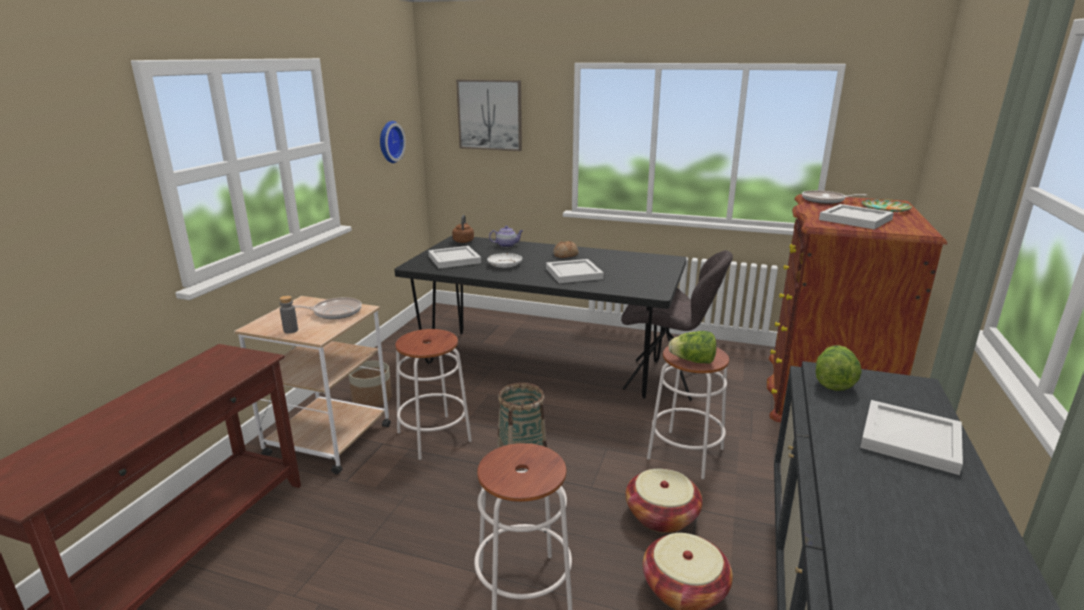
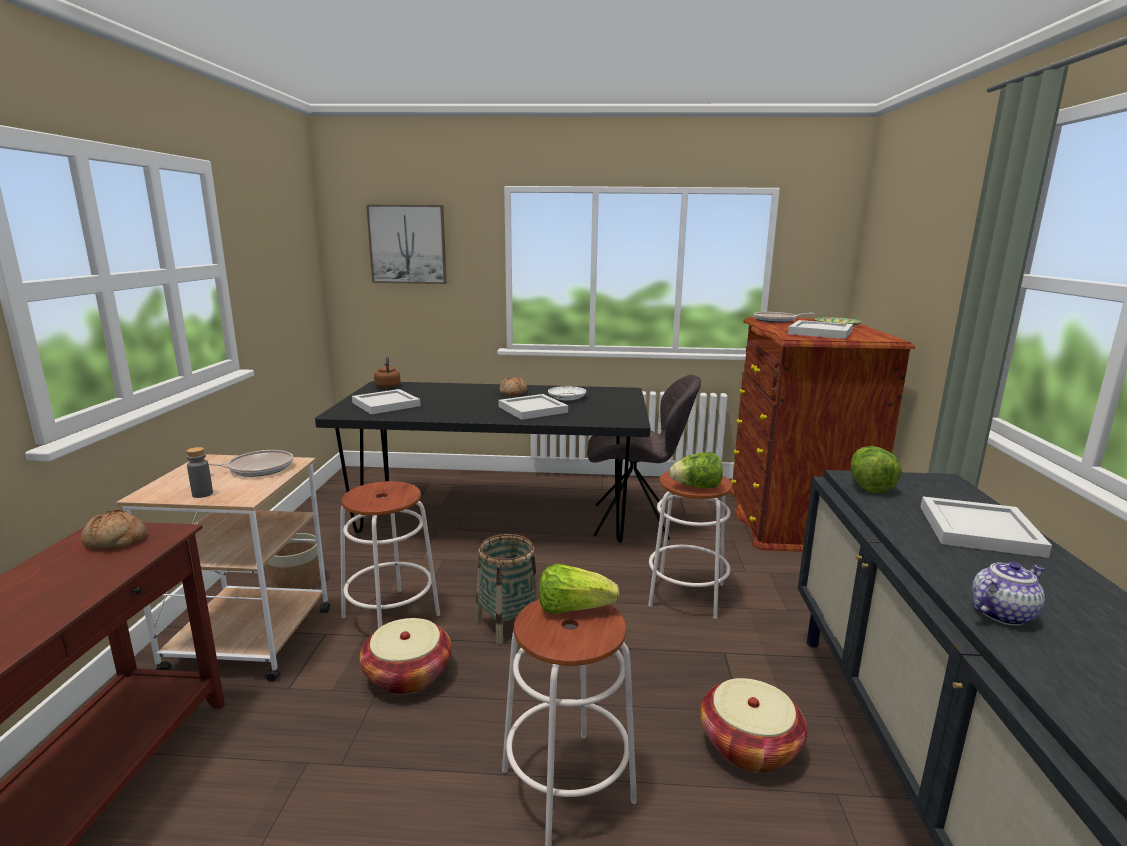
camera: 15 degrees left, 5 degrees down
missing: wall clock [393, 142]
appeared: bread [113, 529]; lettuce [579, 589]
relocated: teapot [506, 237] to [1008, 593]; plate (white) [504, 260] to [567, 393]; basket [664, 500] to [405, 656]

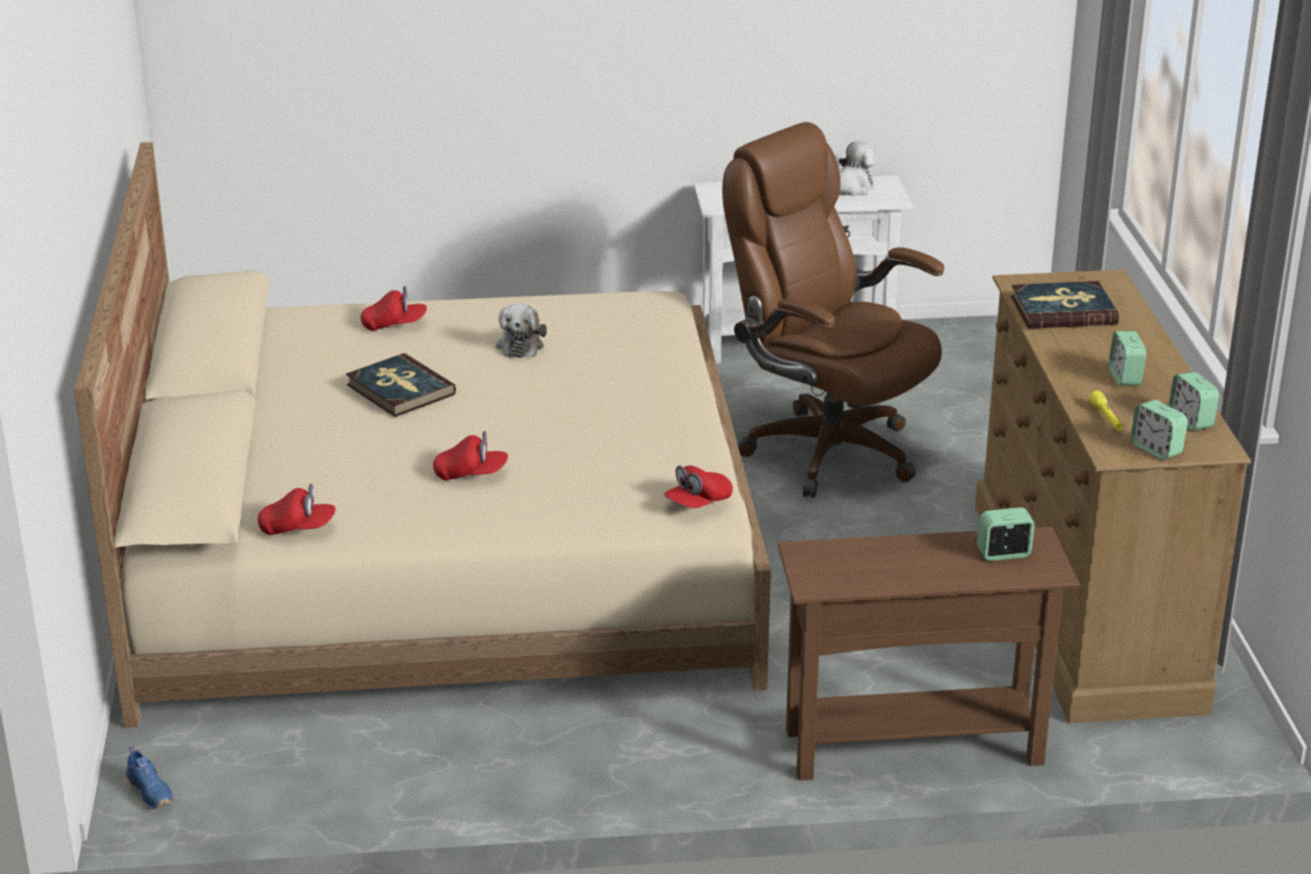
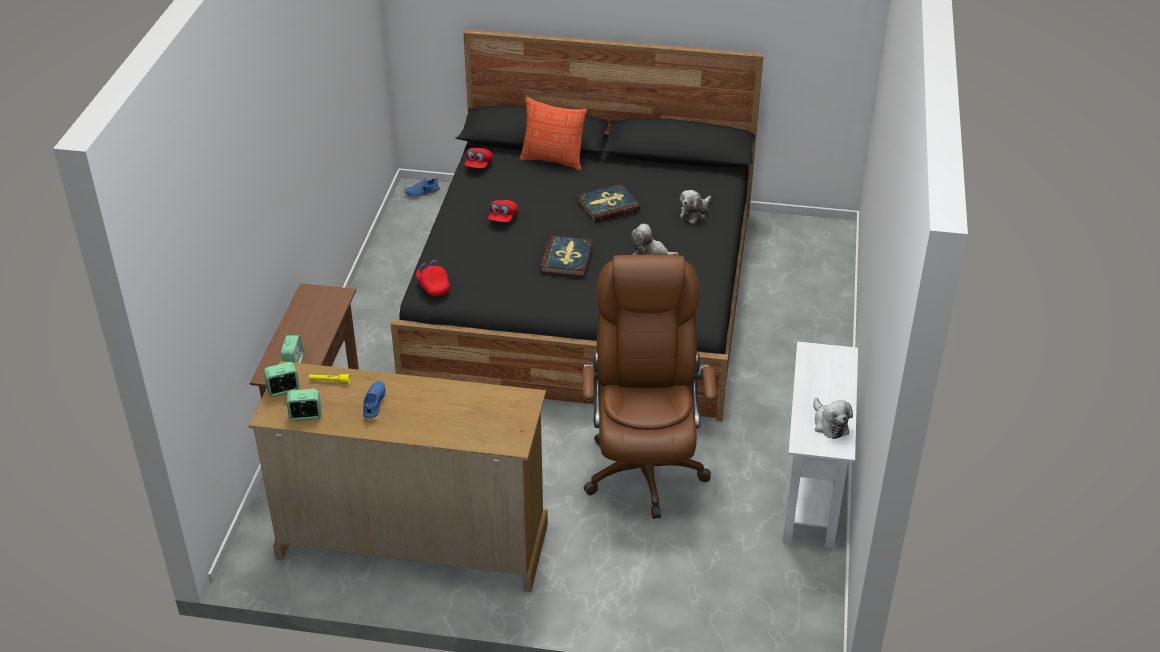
camera: 105 degrees right, 10 degrees up
appeared: pillow (orange) [553, 134]
relocated: book [1065, 305] to [566, 256]
exchanged: cap (red) [393, 308] to plush toy [696, 207]; alarm clock [1127, 358] to shoe (blue) [374, 401]
colour: bed (beige) [422, 435] to bed (black) [577, 226]
spun: office chair (brown) [833, 310] = [649, 387] 60 degrees counterclockwise

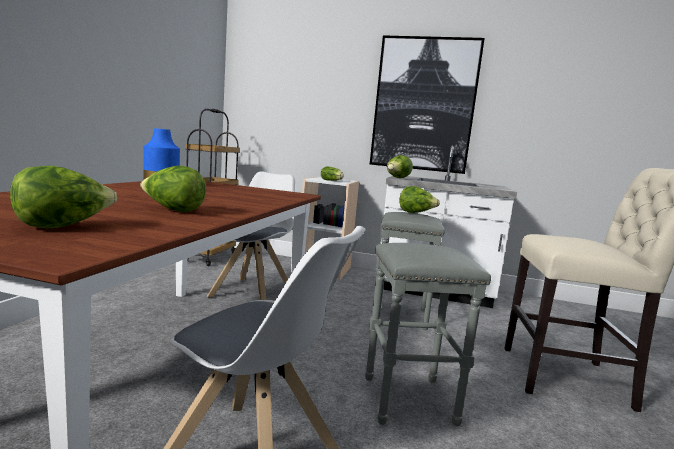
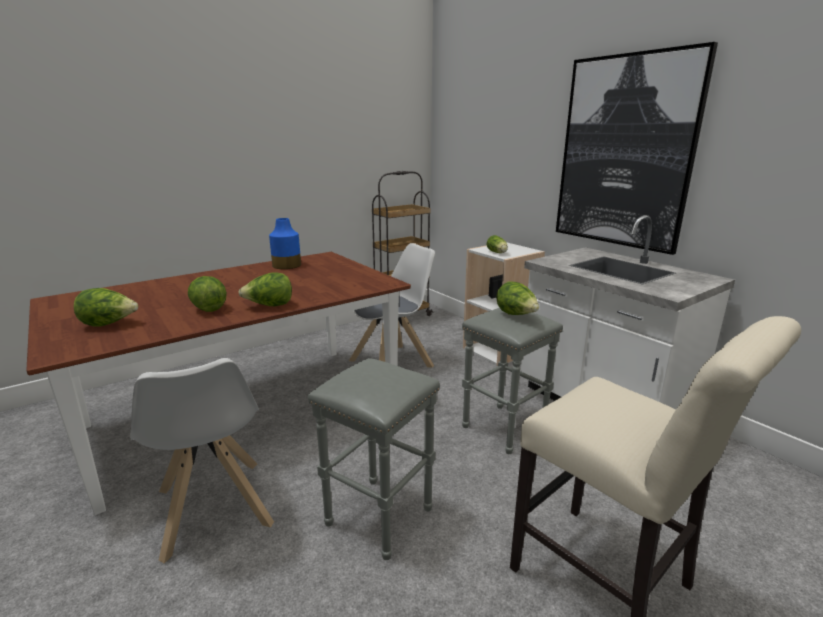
camera: 40 degrees right, 10 degrees up
relocated: lettuce [400, 166] to [265, 289]

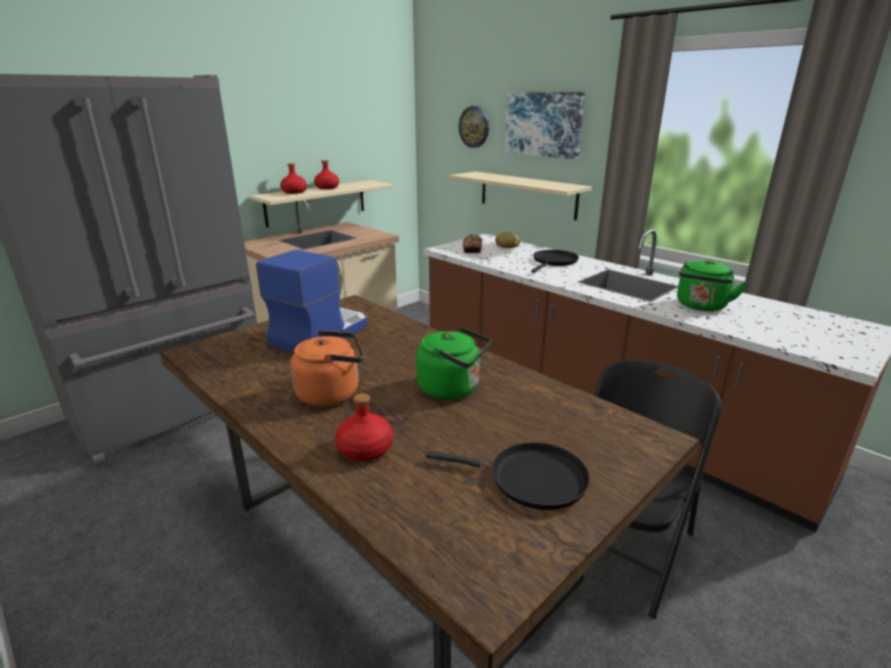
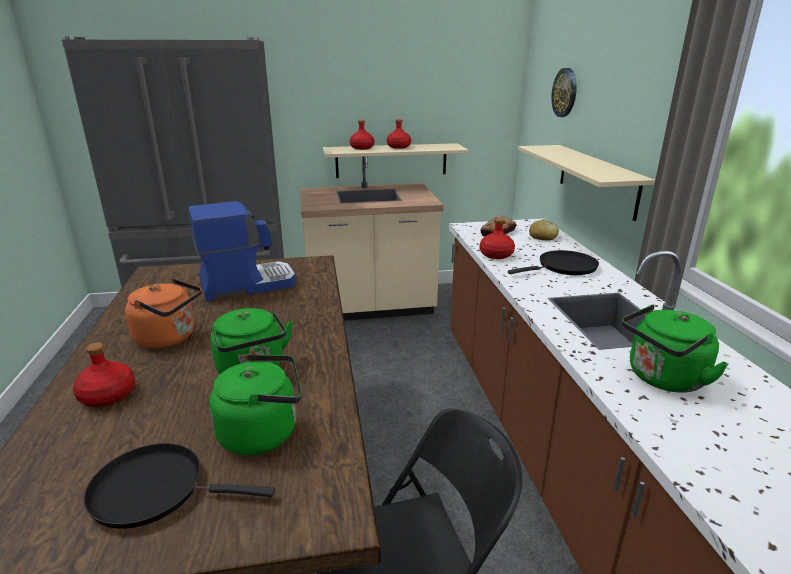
camera: 35 degrees right, 0 degrees up
missing: picture [545, 125]
appeared: bottle (red) [497, 238]; kettle (green) [255, 404]
spun: frying pan (black) [508, 476] = [179, 486] 135 degrees clockwise

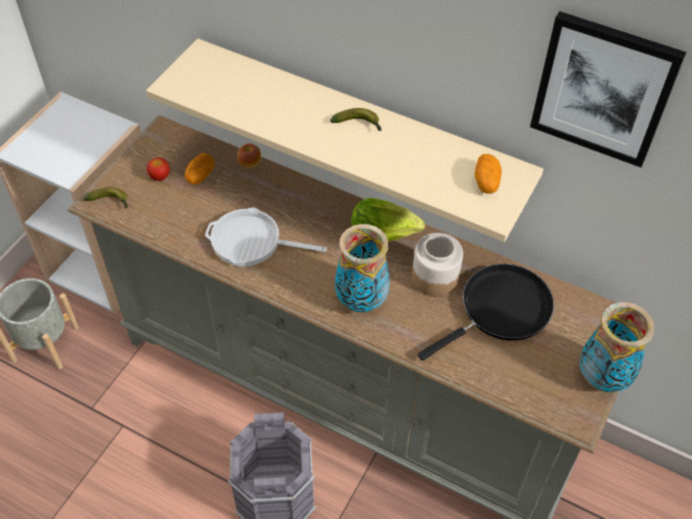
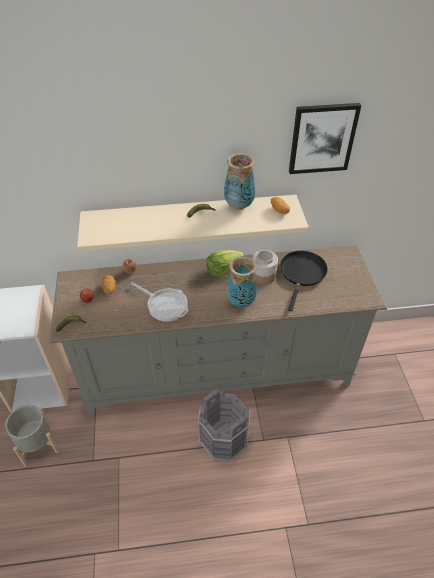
camera: 35 degrees left, 5 degrees down
relocated: vase [616, 347] to [239, 181]
spun: frying pan [266, 237] = [160, 302] 120 degrees counterclockwise

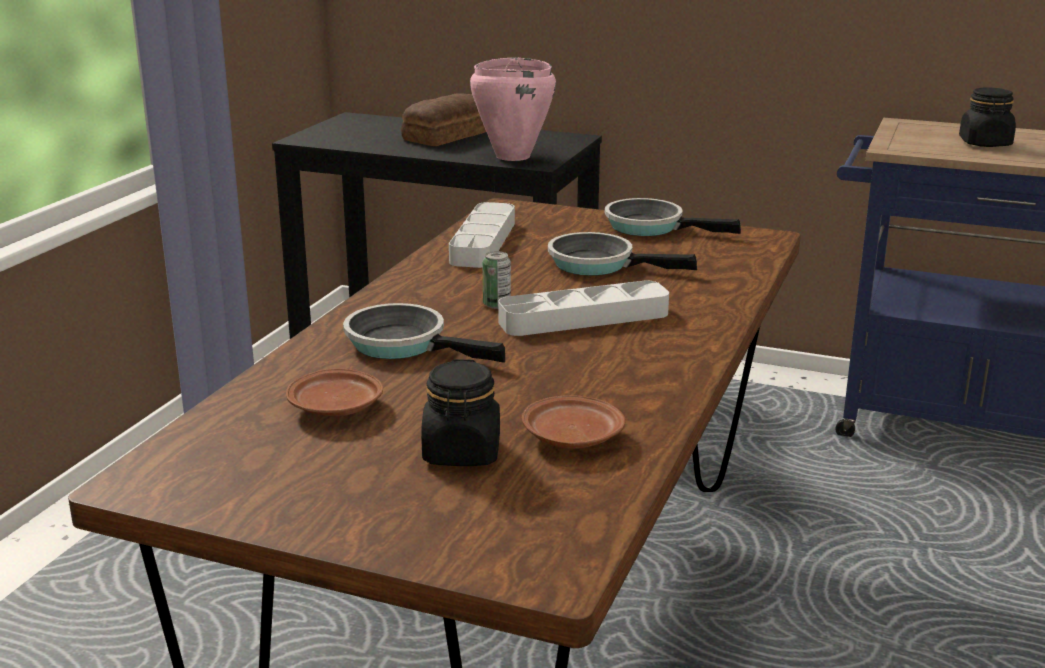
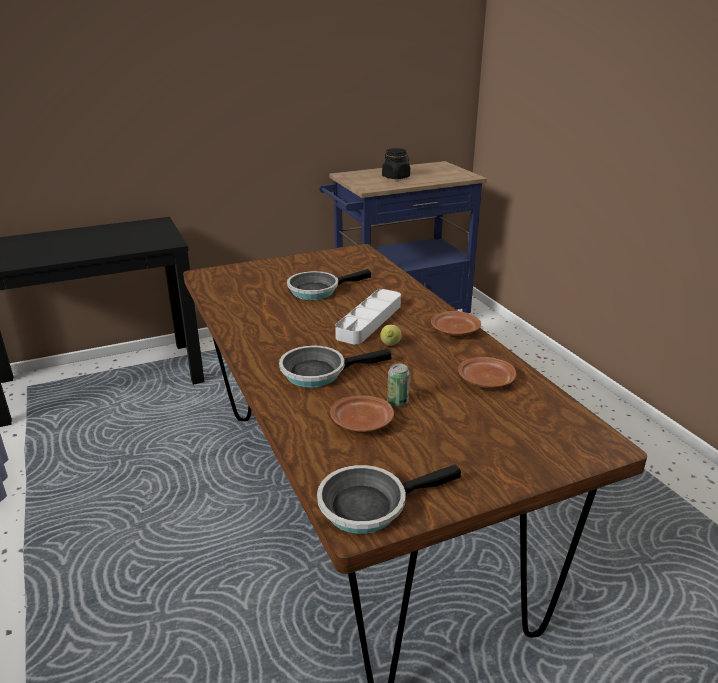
camera: 45 degrees left, 5 degrees up
missing: cooking pot (pink) [513, 109]; bread [443, 119]; tray (grey) [482, 235]; jar (black) [460, 412]
appeared: plate (brown) [456, 323]; lemon [391, 335]
relocated: frying pan [673, 217] to [389, 499]; can [496, 280] to [398, 385]

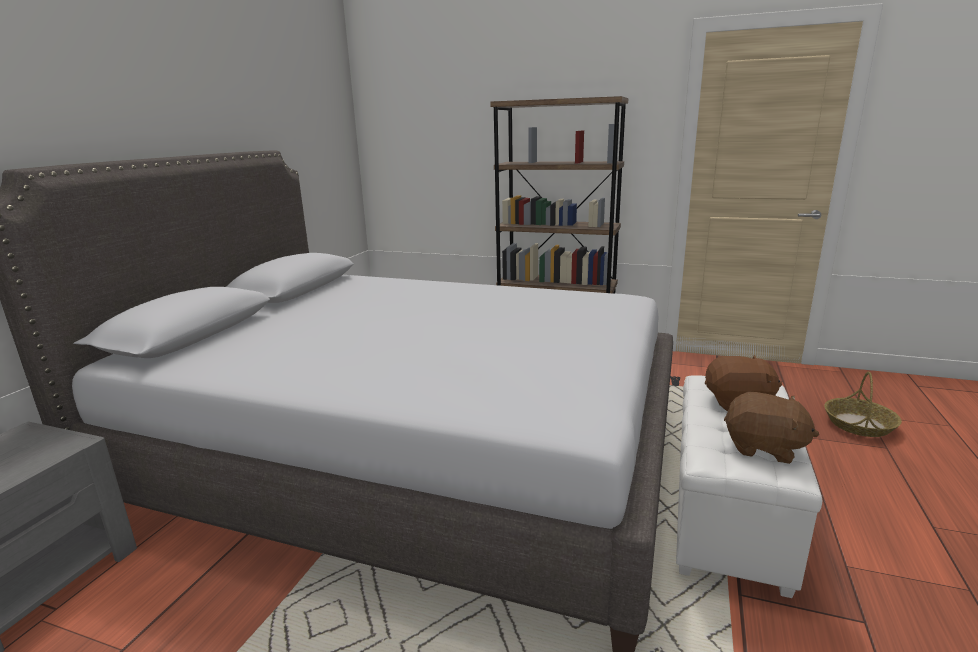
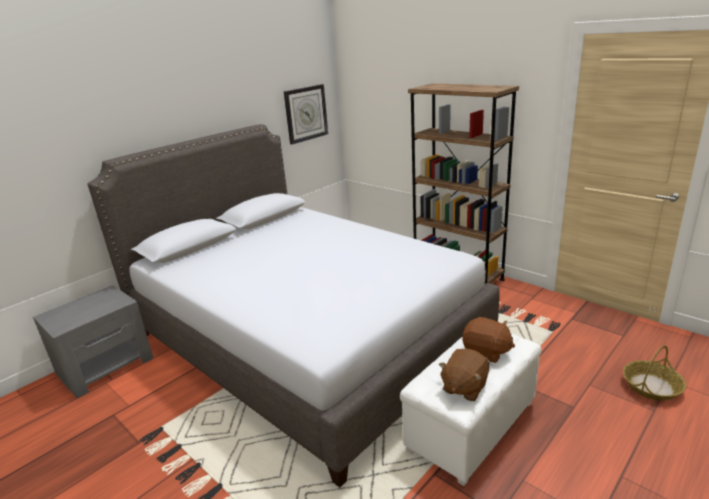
camera: 25 degrees right, 5 degrees up
appeared: wall clock [306, 114]
spun: plush toy (brown) [771, 427] = [464, 375] 75 degrees clockwise

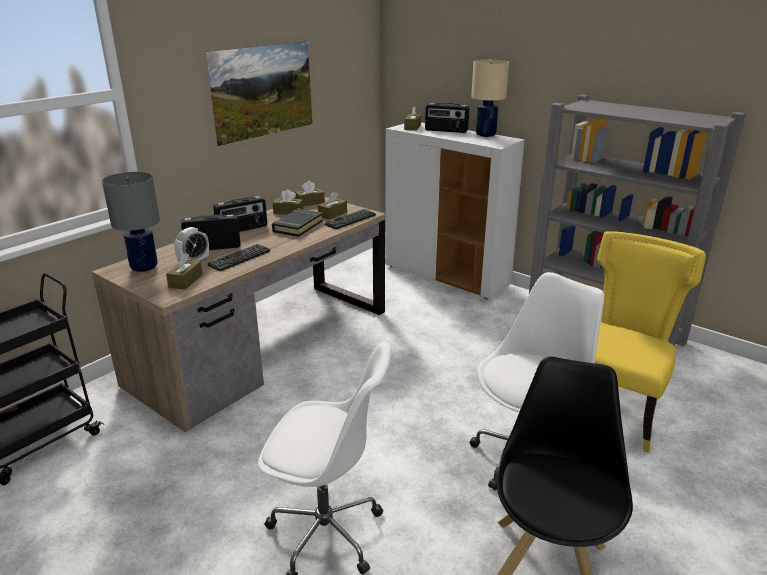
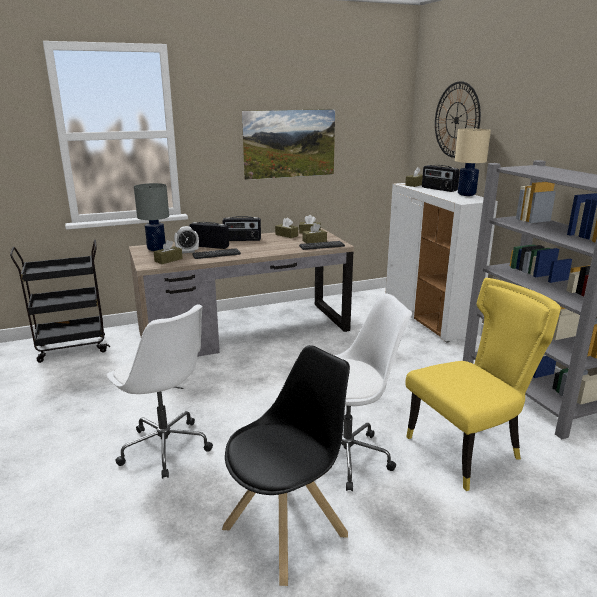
camera: 30 degrees right, 5 degrees down
missing: book (black) [297, 223]
appeared: wall clock [458, 119]

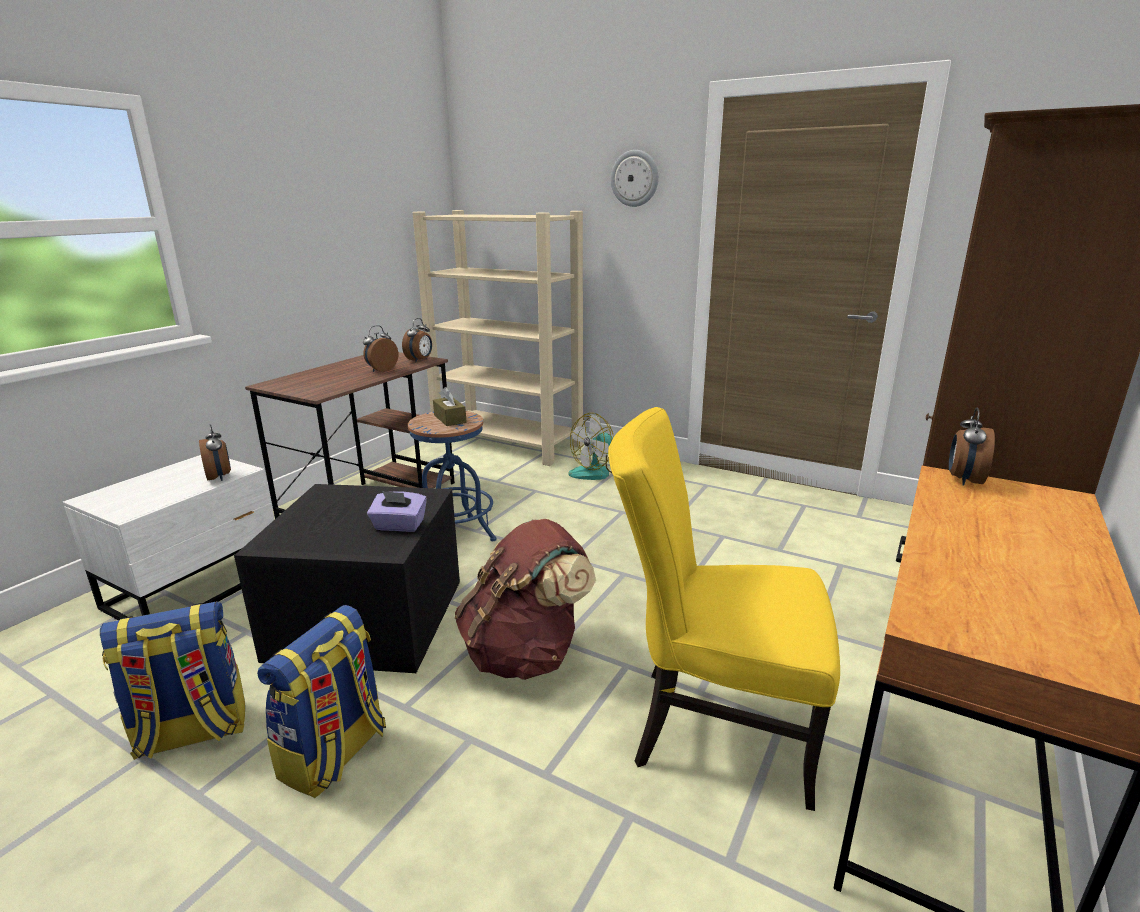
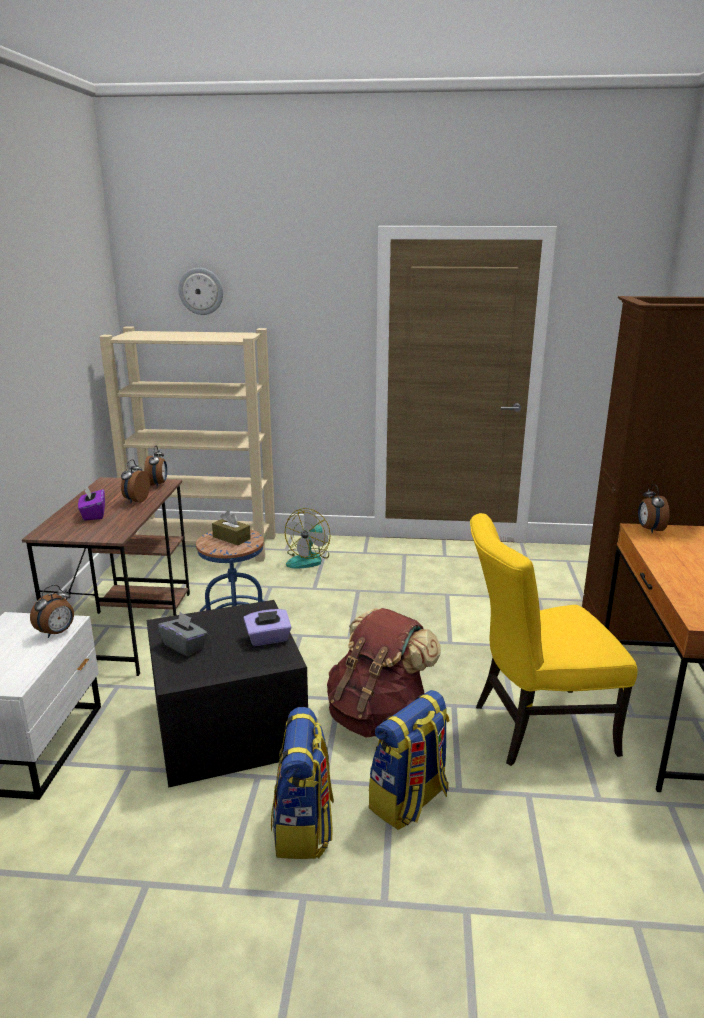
camera: 25 degrees left, 0 degrees up
appeared: tissue box (purple) [91, 503]; tissue box (grey) [183, 634]
relocated: wall clock [635, 178] to [200, 291]; backpack [172, 680] to [409, 760]
spun: alarm clock [215, 452] = [52, 611] 90 degrees clockwise

